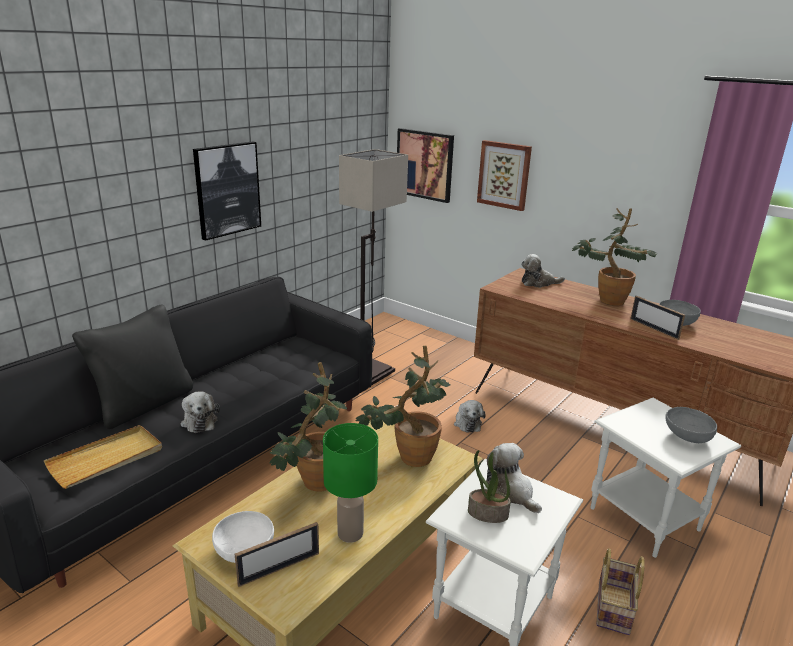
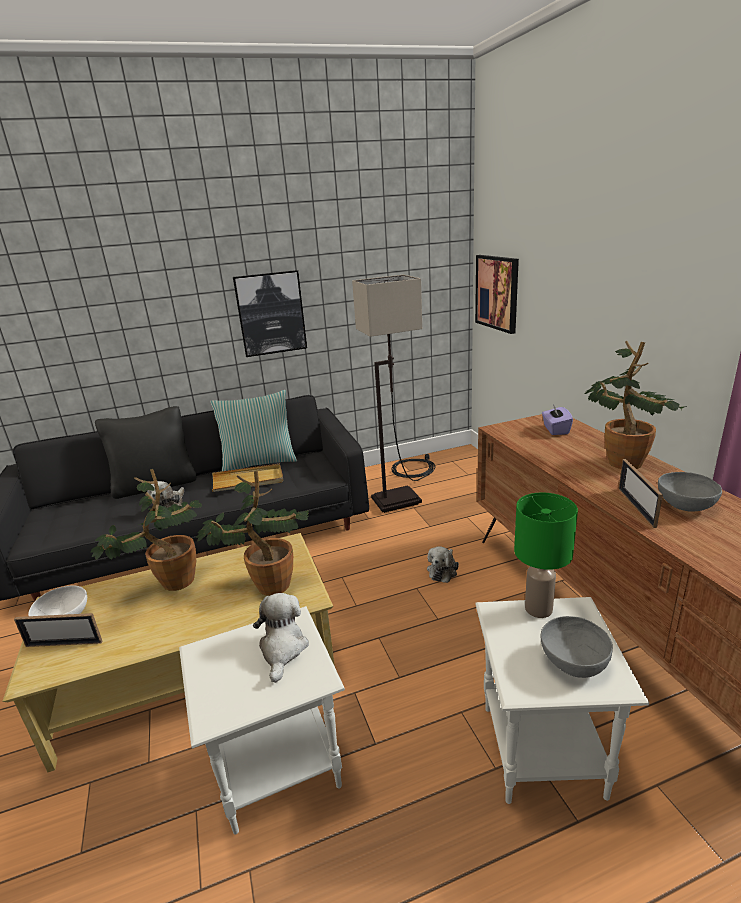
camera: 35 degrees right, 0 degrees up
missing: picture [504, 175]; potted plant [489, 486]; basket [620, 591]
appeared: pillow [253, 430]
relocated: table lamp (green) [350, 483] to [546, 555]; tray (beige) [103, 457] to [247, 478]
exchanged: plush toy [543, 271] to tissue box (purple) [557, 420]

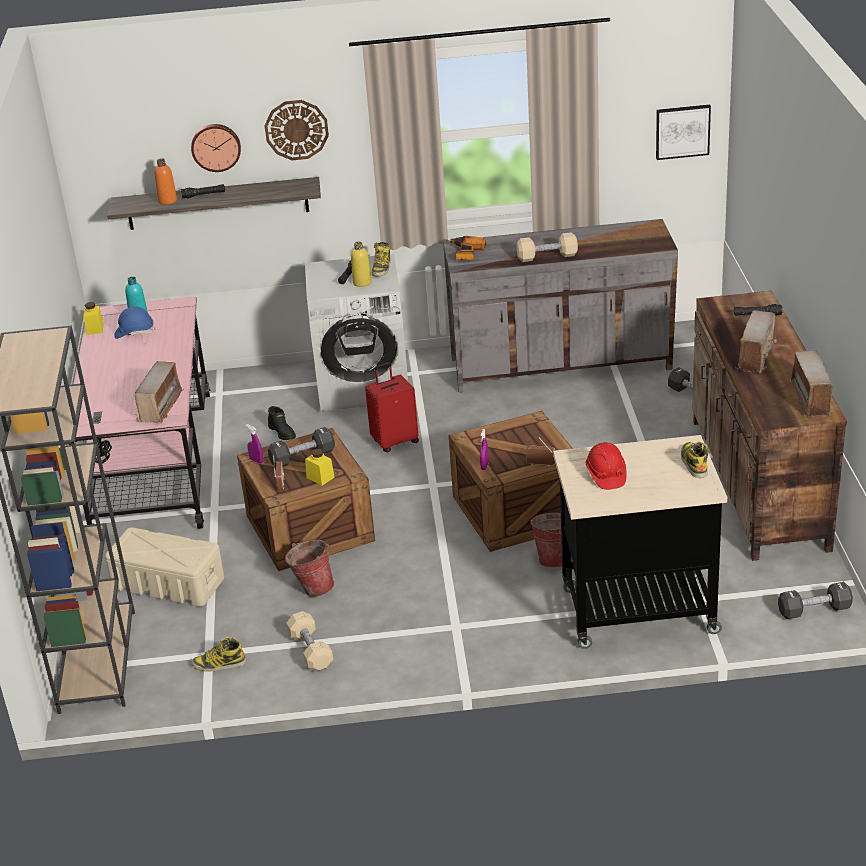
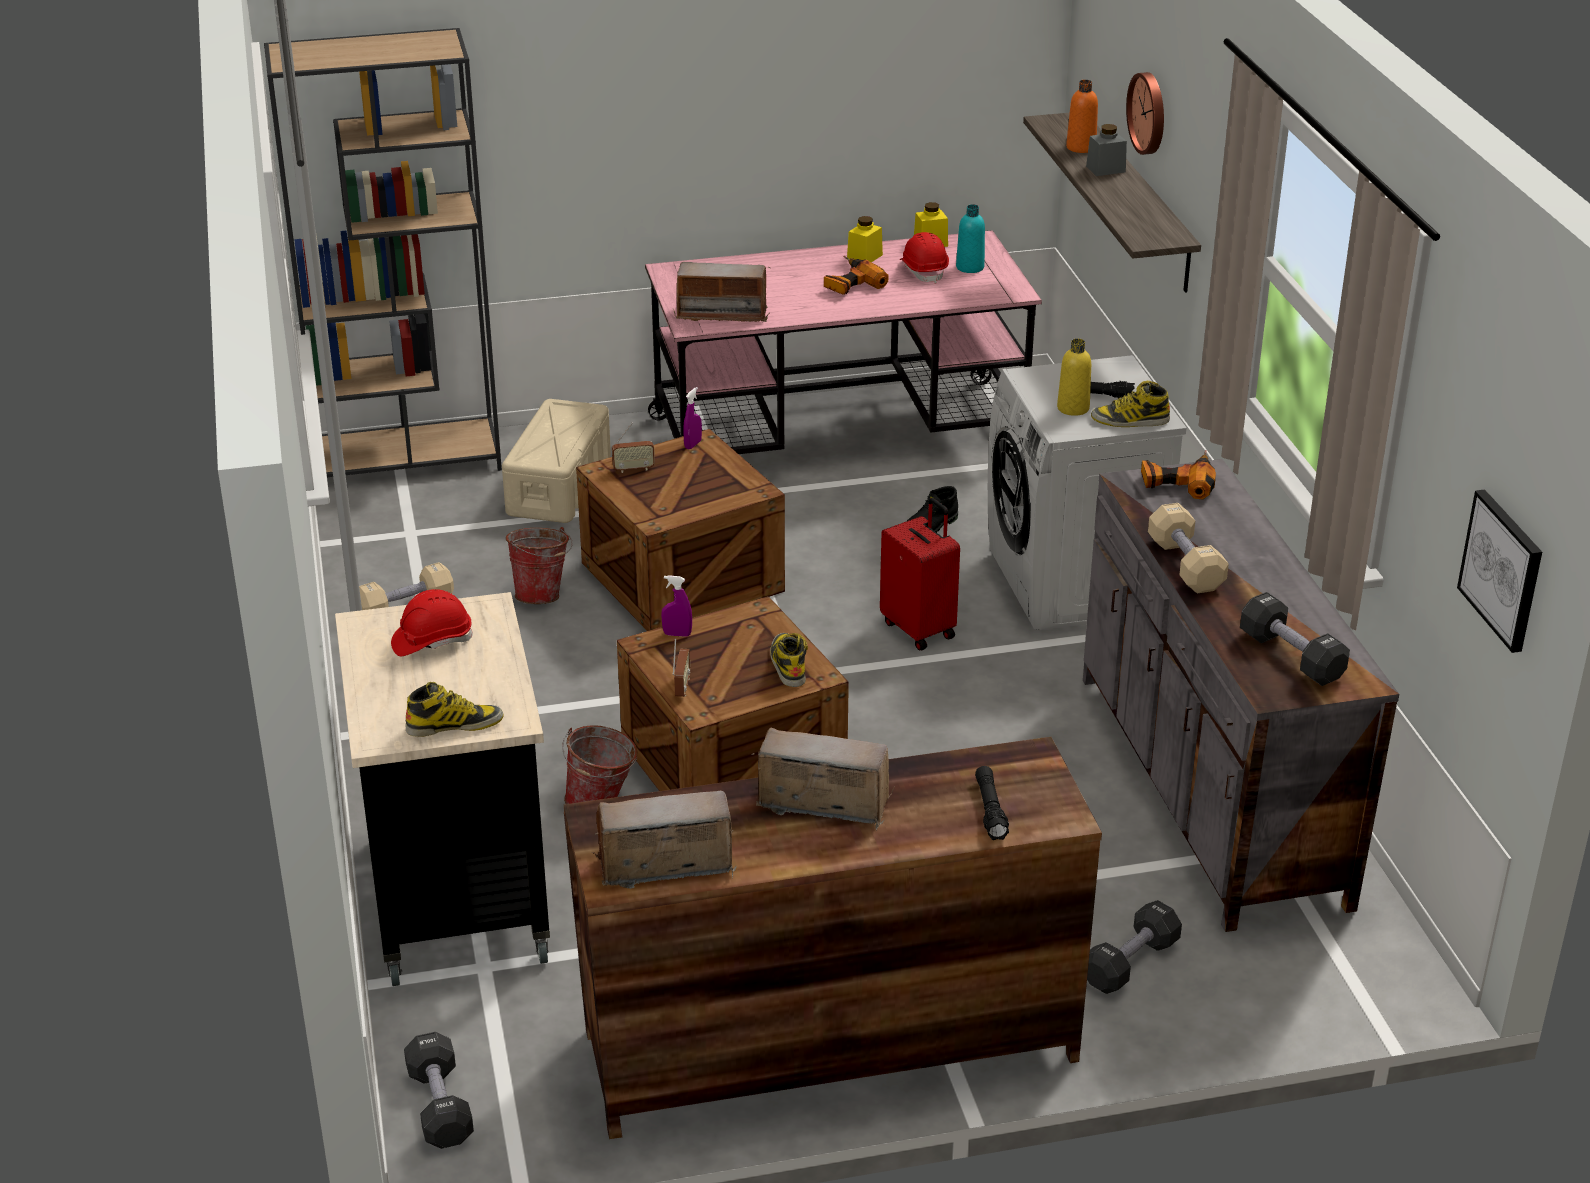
camera: 80 degrees right, 0 degrees up
missing: wall clock [296, 130]
appeared: power drill [856, 275]
relocated: dumbbell (black) [301, 447] to [1295, 639]; jar (yellow) [320, 467] to [865, 239]; boot [218, 654] to [789, 660]
exchanged: flashlight (black) [203, 191] to jar (grey) [1106, 150]
colour: hard hat (blue) [135, 323] to hard hat (red) [924, 258]

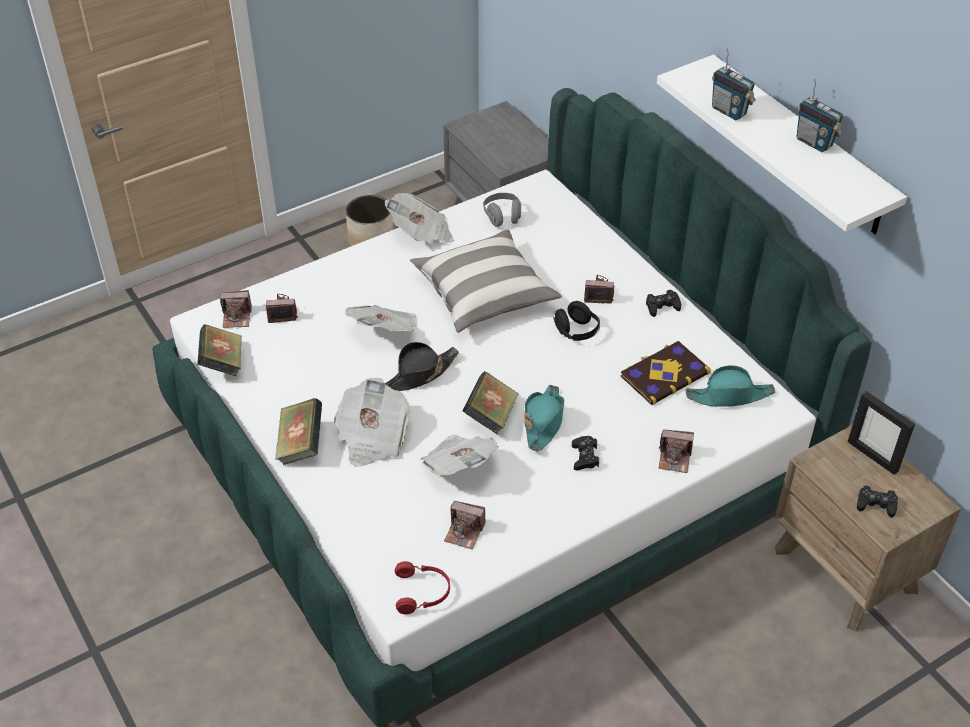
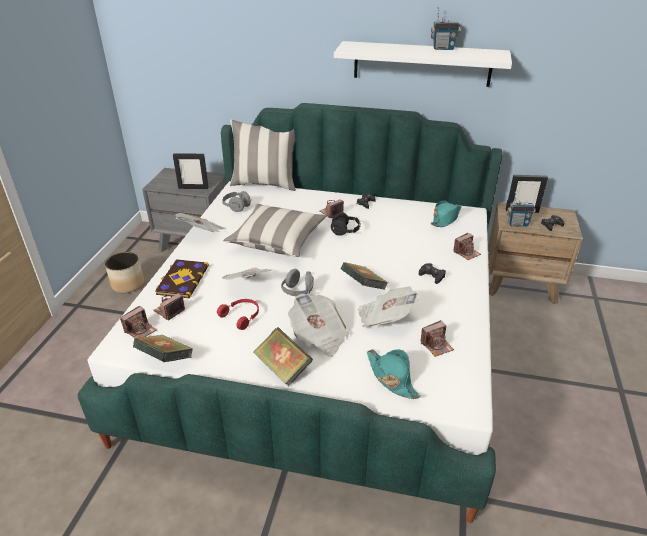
camera: 45 degrees left, 10 degrees down
appeared: pillow [263, 155]; picture frame [191, 171]
relocated: radio [734, 84] to [521, 209]; book [666, 373] to [182, 278]; hat (turquoise) [544, 418] to [394, 374]; headphones (red) [422, 587] to [238, 314]
exchanged: hat (black) [422, 366] to headphones (grey) [297, 282]

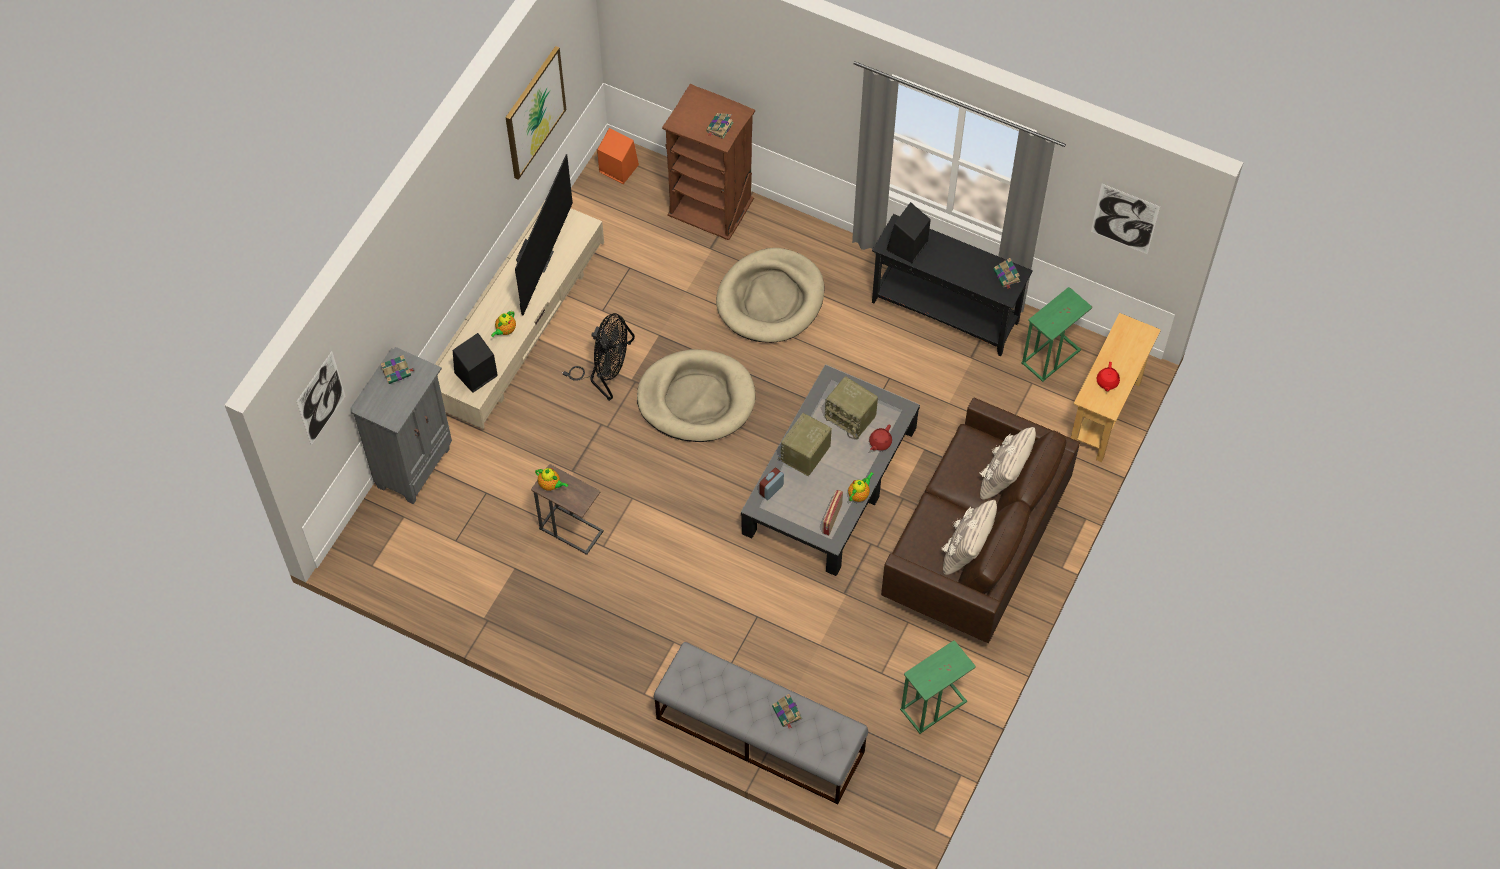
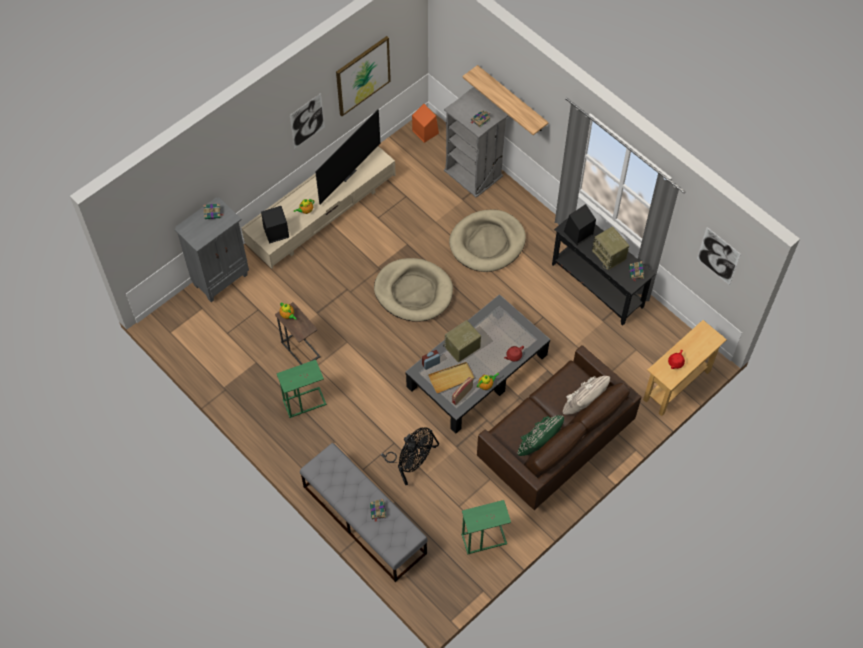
camera: 20 degrees right, 0 degrees up
appeared: shelf [505, 100]; tray (beige) [451, 377]
relocated: side table (green) [1056, 334] to [302, 389]; fan (black) [599, 357] to [410, 456]; picture [321, 398] to [307, 121]; radio [851, 407] to [610, 248]
colour: bookcase (brown) [708, 162] to bookcase (grey) [476, 142]; pillow (beige) [969, 537] to pillow (green) [541, 435]

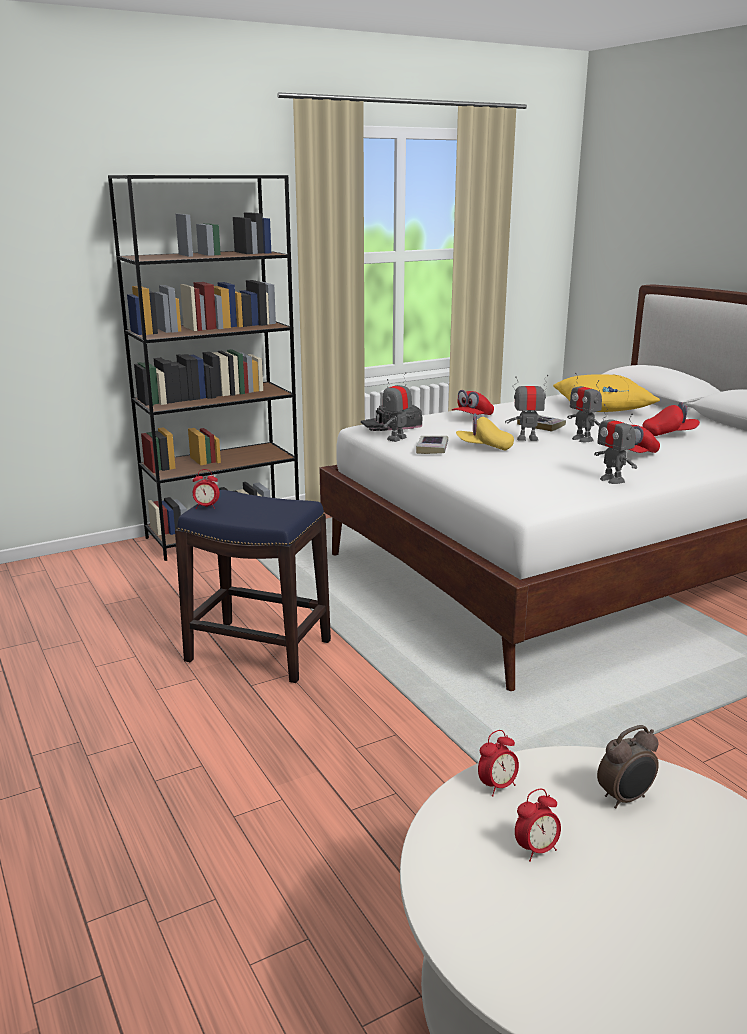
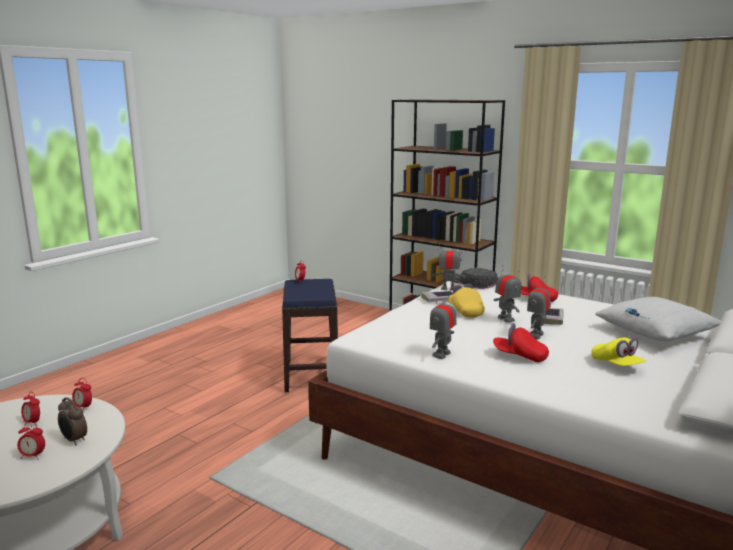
camera: 65 degrees right, 5 degrees down
appeared: alarm clock [31, 441]
colour: pillow (yellow) [606, 393] to pillow (grey) [658, 319]; cap (red) [671, 419] to cap (yellow) [618, 351]

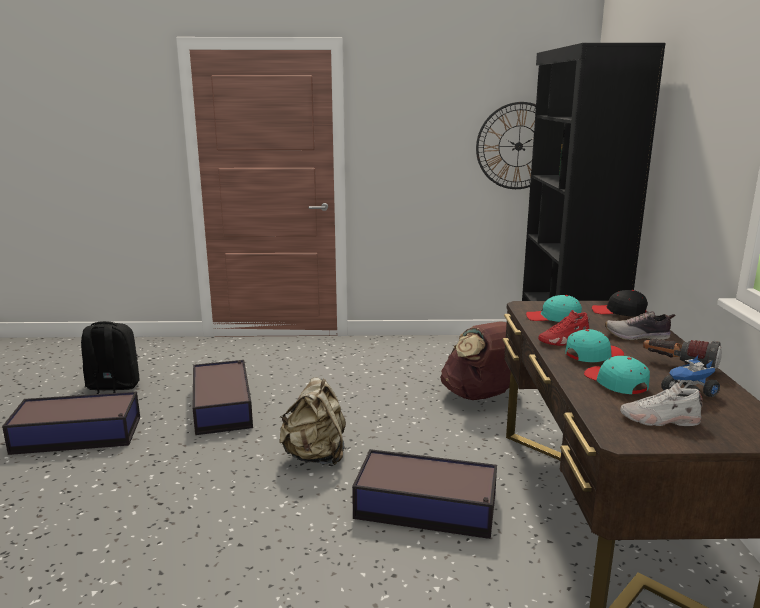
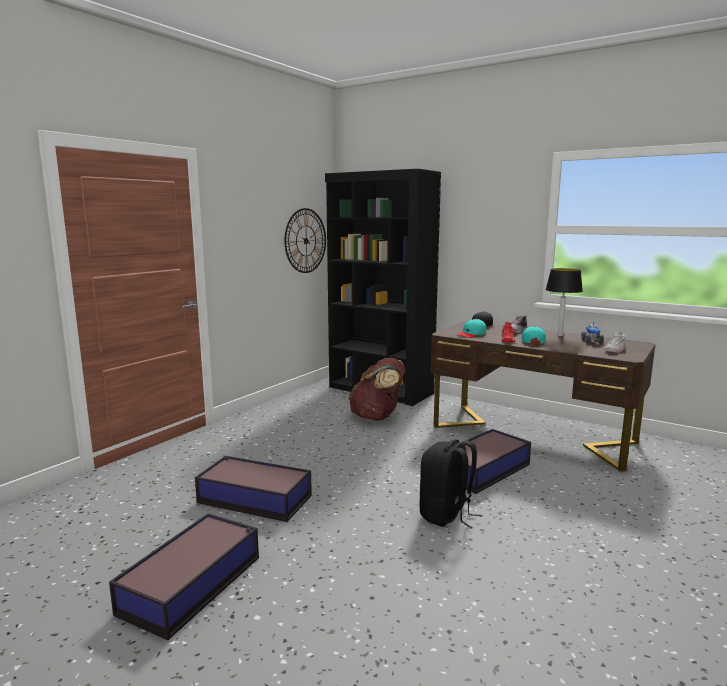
camera: 55 degrees left, 5 degrees down
missing: cap (turquoise) [617, 375]; backpack (beige) [312, 421]
relocated: backpack (black) [110, 357] to [451, 484]
exchanged: flashlight [682, 356] to table lamp [564, 302]

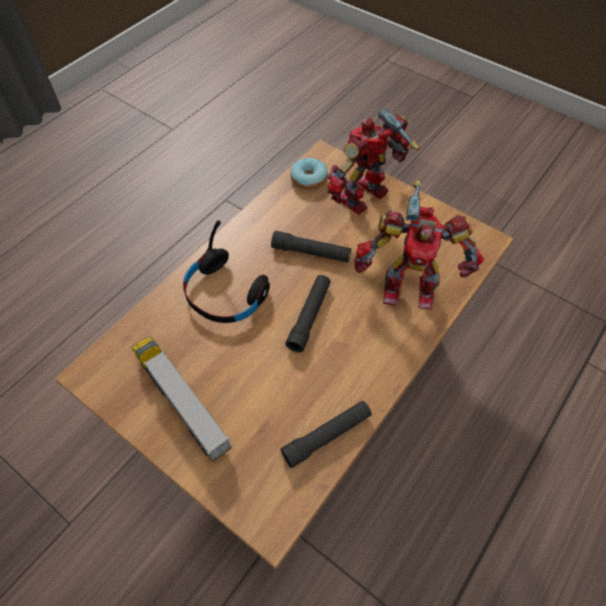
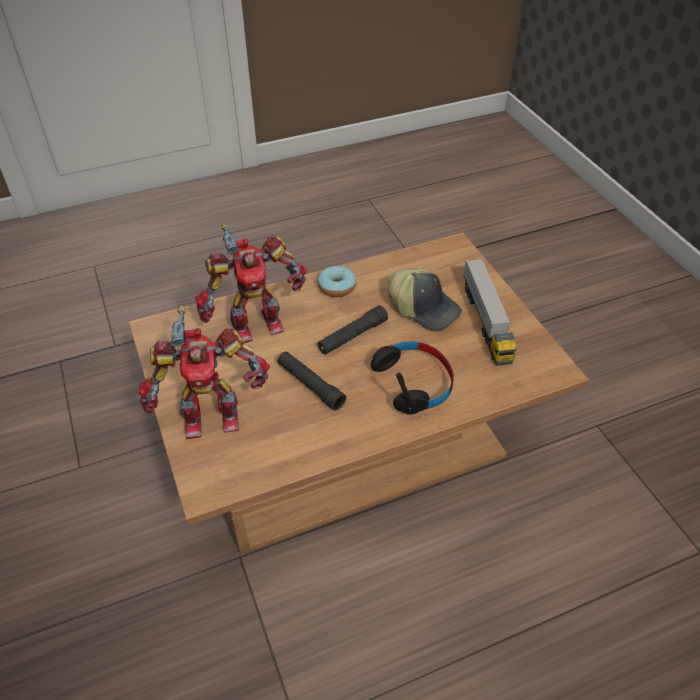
camera: 150 degrees left, 10 degrees down
missing: flashlight (black) [326, 434]
appeared: cap [425, 299]
relocated: donut [309, 174] to [337, 281]
spun: toy robot [419, 244] = [250, 283] 120 degrees clockwise

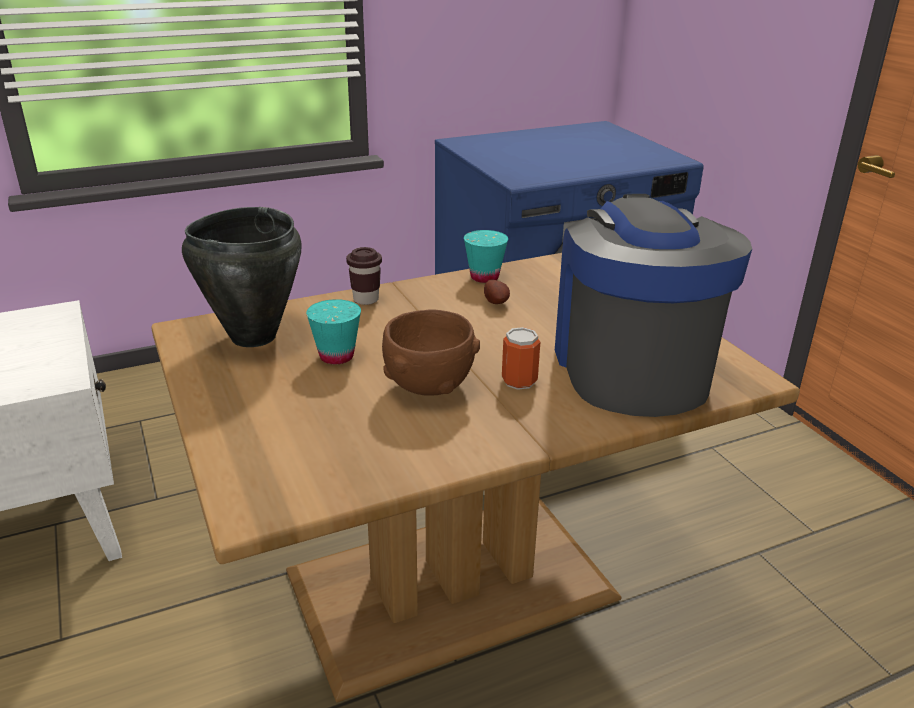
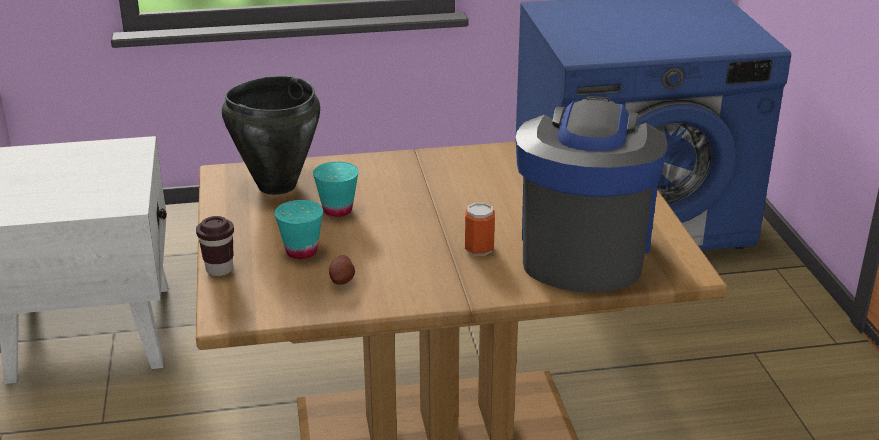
camera: 15 degrees right, 0 degrees up
missing: bowl (brown) [431, 352]
relocated: cup (turquoise) [486, 256] to [298, 229]; cup (brown) [364, 276] to [215, 246]; potato [497, 291] to [342, 270]

